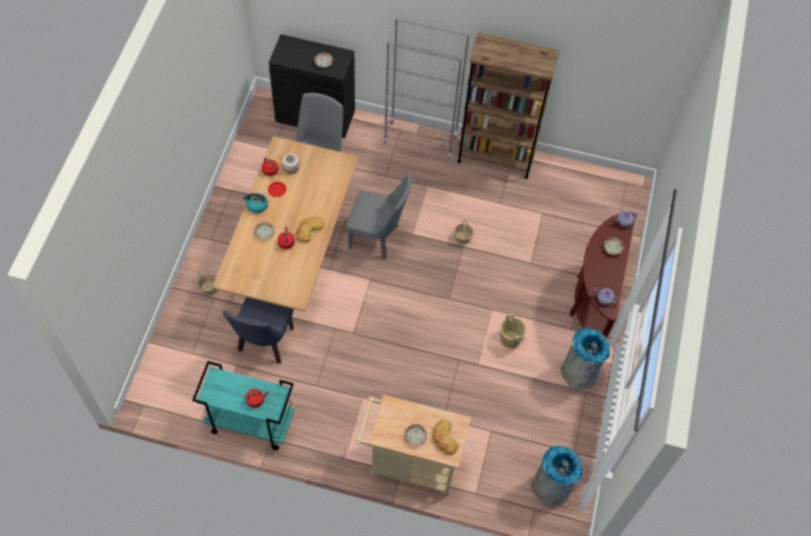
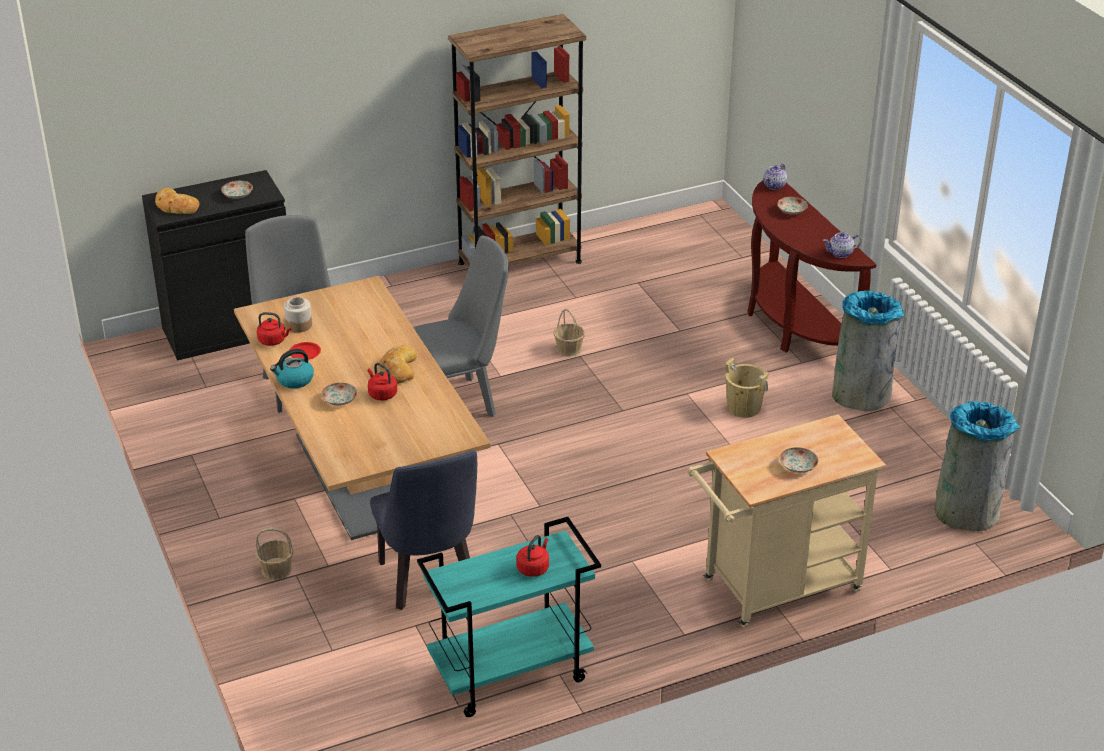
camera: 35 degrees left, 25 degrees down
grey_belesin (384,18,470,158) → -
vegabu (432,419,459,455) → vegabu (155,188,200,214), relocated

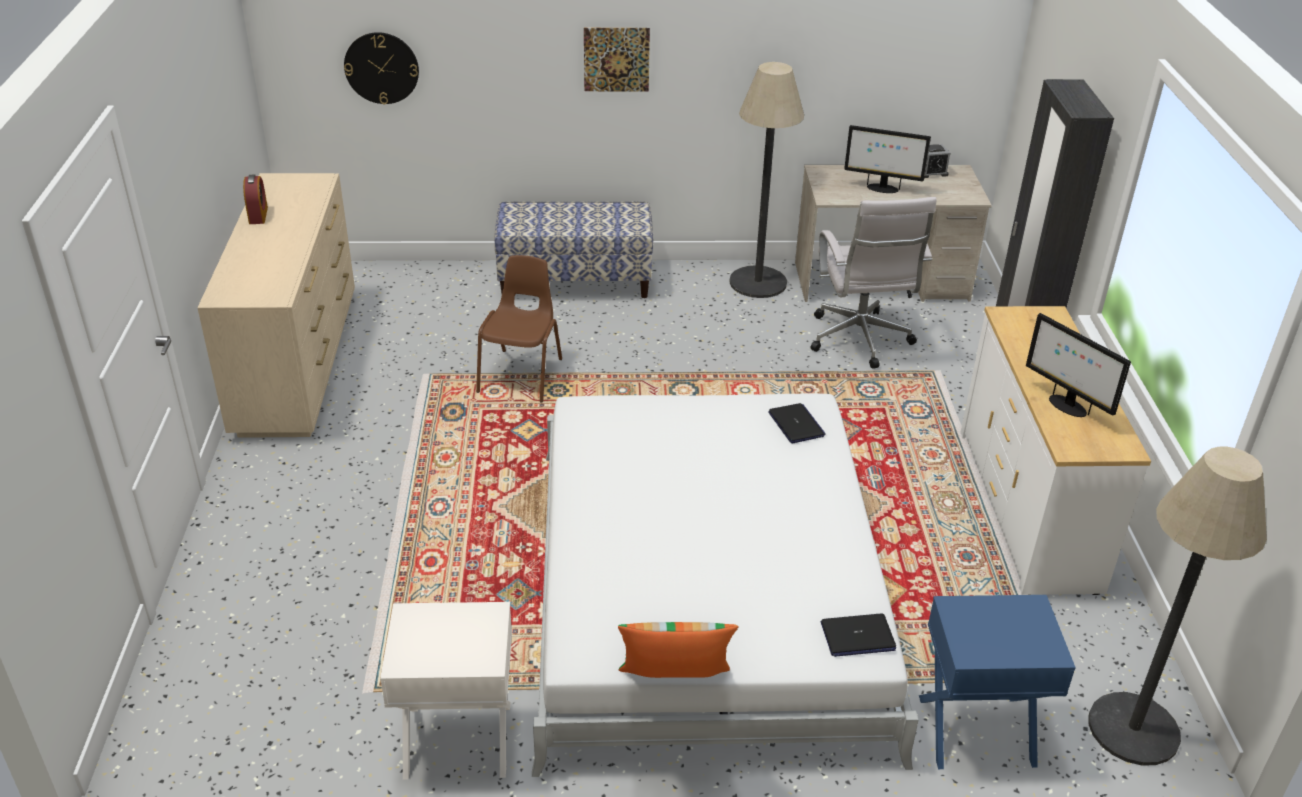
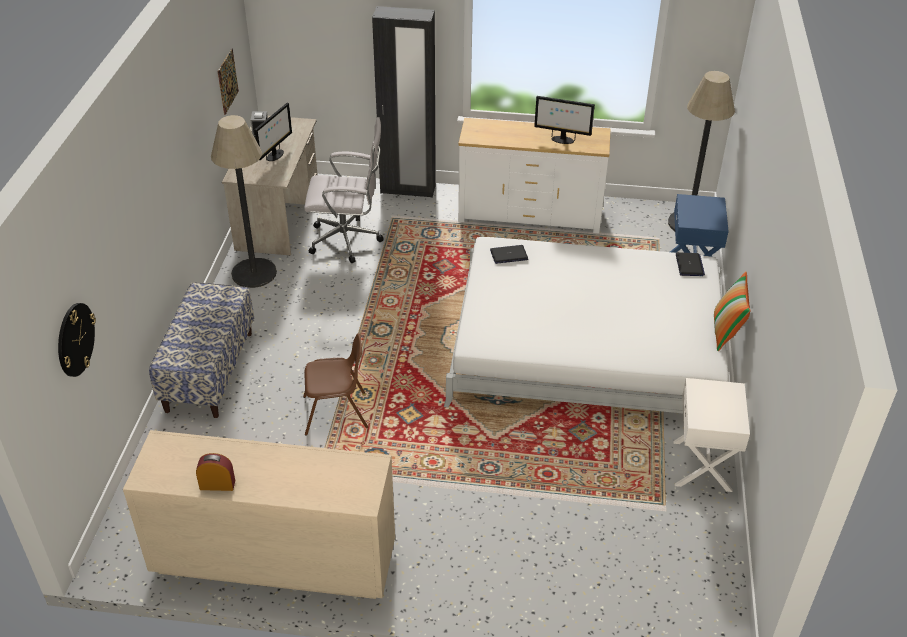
camera: 80 degrees left, 5 degrees up
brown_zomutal (476,255,562,403) → brown_zomutal (303,333,368,436), 150 degrees clockwise
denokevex (584,28,650,92) → denokevex (218,48,239,115), relocated
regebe (1026,313,1131,417) → regebe (534,96,595,144), 45 degrees clockwise

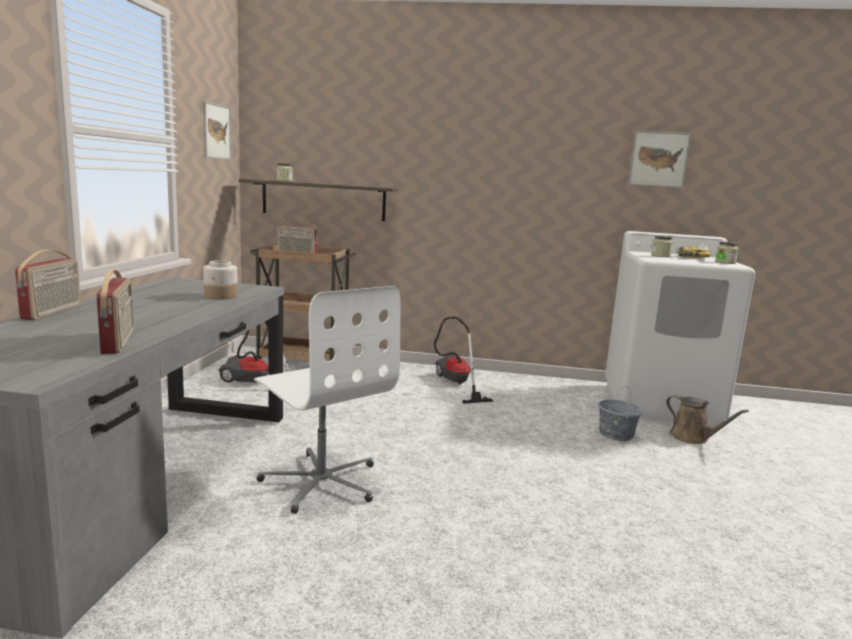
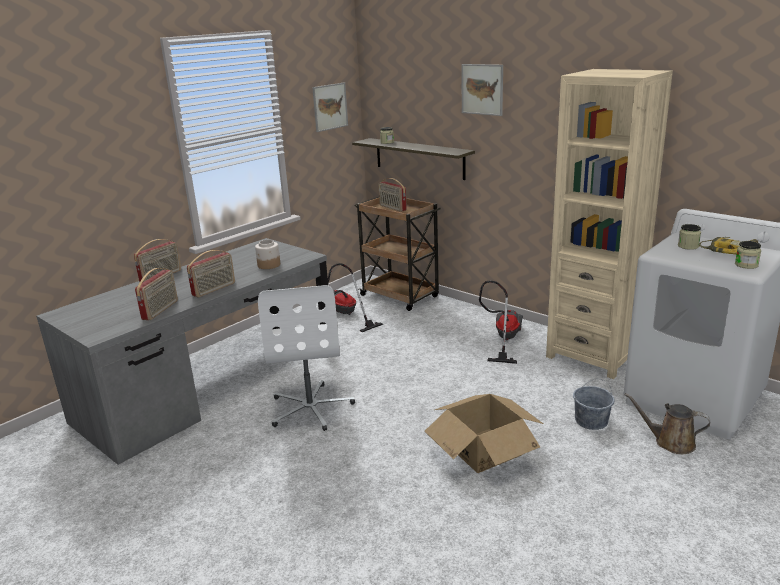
camera: 35 degrees right, 10 degrees up
denokevex (628,131,691,188) → denokevex (462,64,503,116), relocated
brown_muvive (666,395,749,444) → brown_muvive (625,393,710,454), 120 degrees clockwise
- → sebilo (187,250,235,297)
- → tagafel (425,394,543,473)
- → beige_belesin (546,69,673,379)

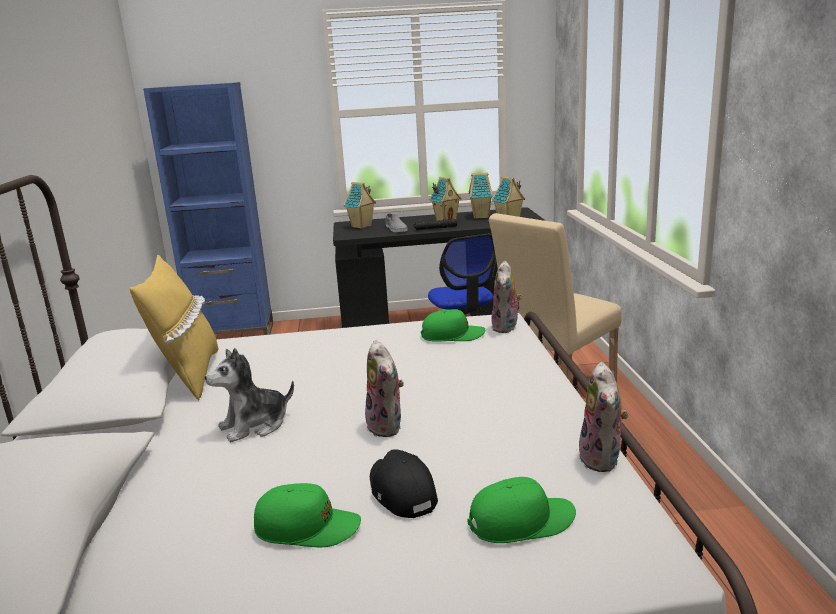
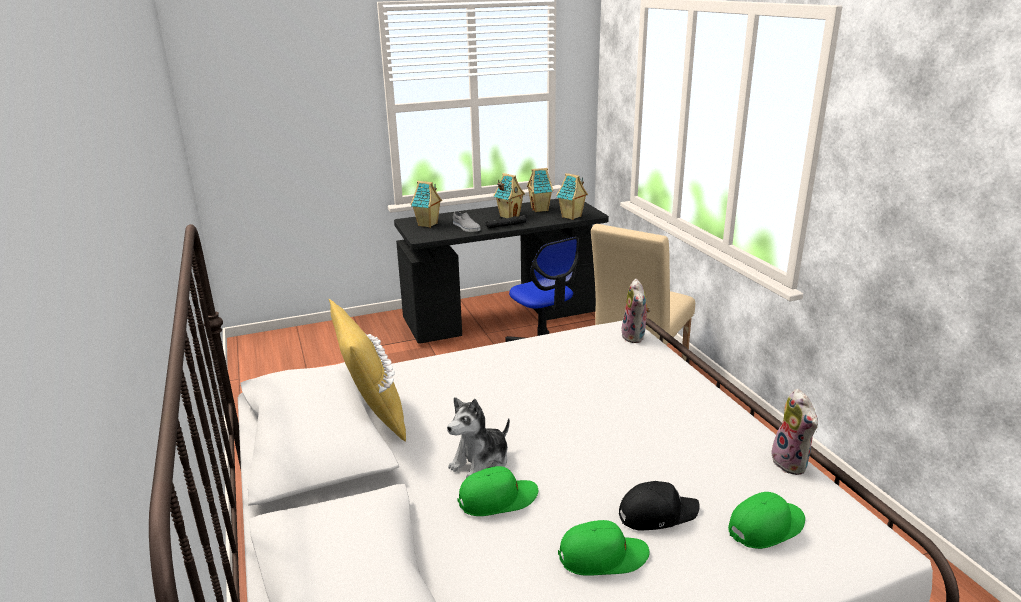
camera: 15 degrees left, 5 degrees up
blue_belesin (143,82,273,335) → -
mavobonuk (363,340,404,437) → -
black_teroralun (370,449,438,518) → black_teroralun (619,481,699,530), 120 degrees clockwise
green_teroralun (421,310,485,342) → green_teroralun (457,466,538,516), relocated

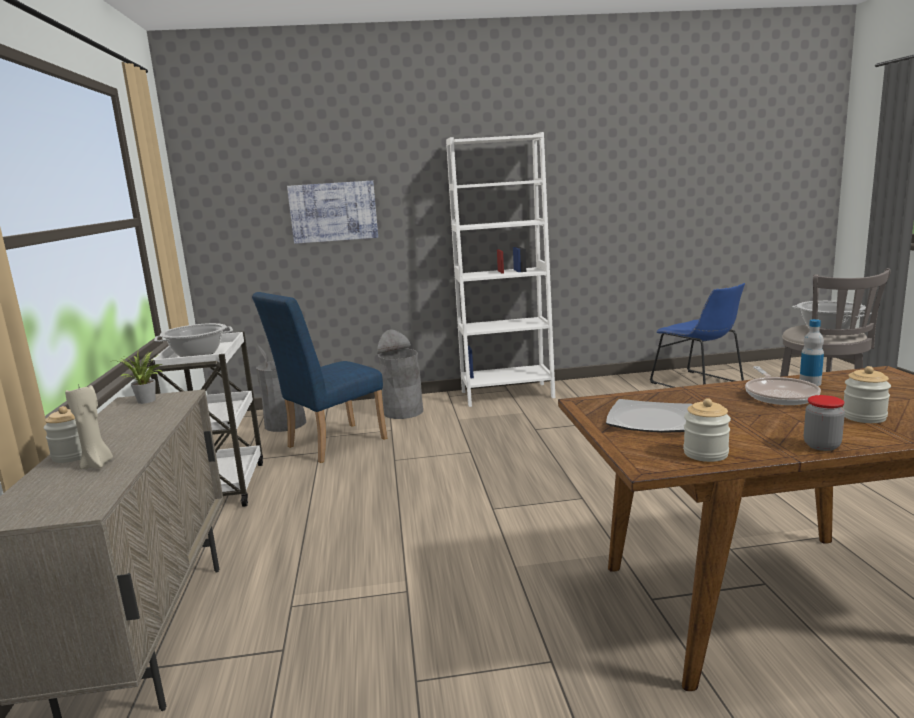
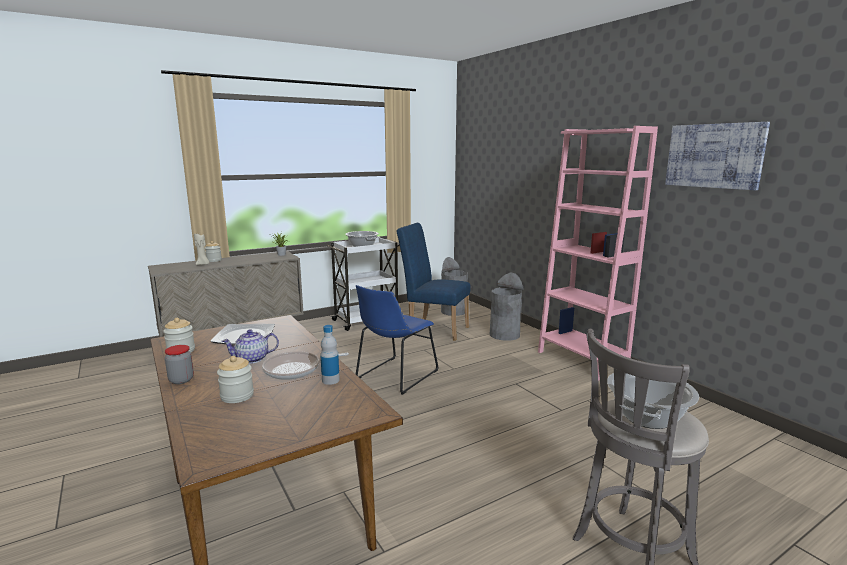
camera: 65 degrees right, 0 degrees up
denokevex (287,180,378,244) → denokevex (665,122,770,190), relocated
white_belesin (446,132,555,407) → pink_belesin (538,126,658,381)
blue_zomutal (650,283,745,388) → blue_zomutal (356,285,439,395), relocated
- → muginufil (222,329,279,364)

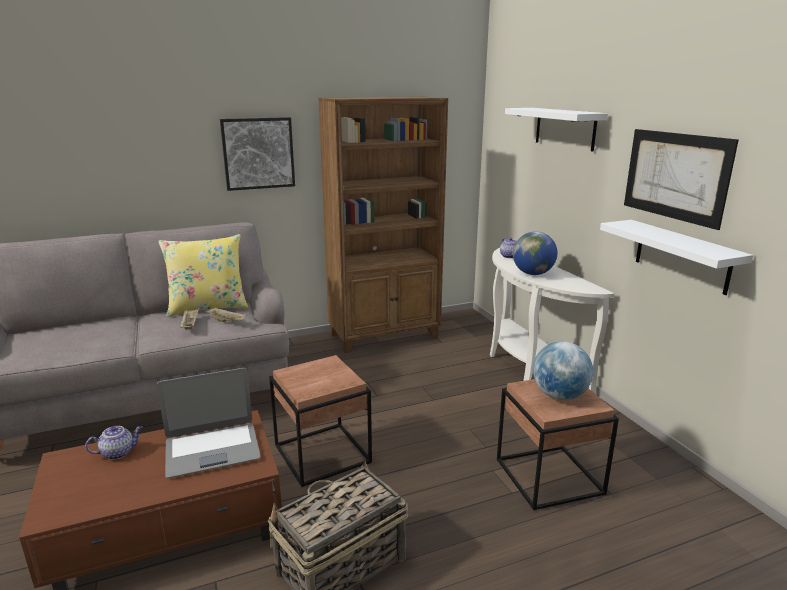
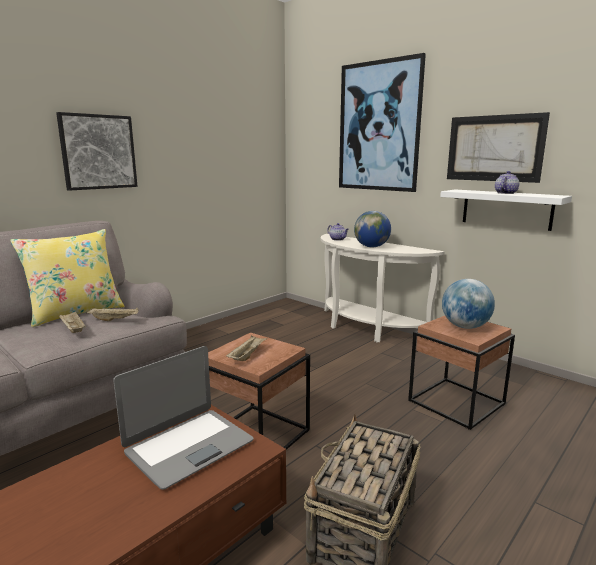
camera: 25 degrees left, 5 degrees down
muginufil (85,426,142,460) → muginufil (495,171,519,194), relocated
brown_belesin (318,96,448,353) → -
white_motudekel (505,108,608,152) → denokevex (339,53,426,192)
- → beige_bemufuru (226,335,267,361)

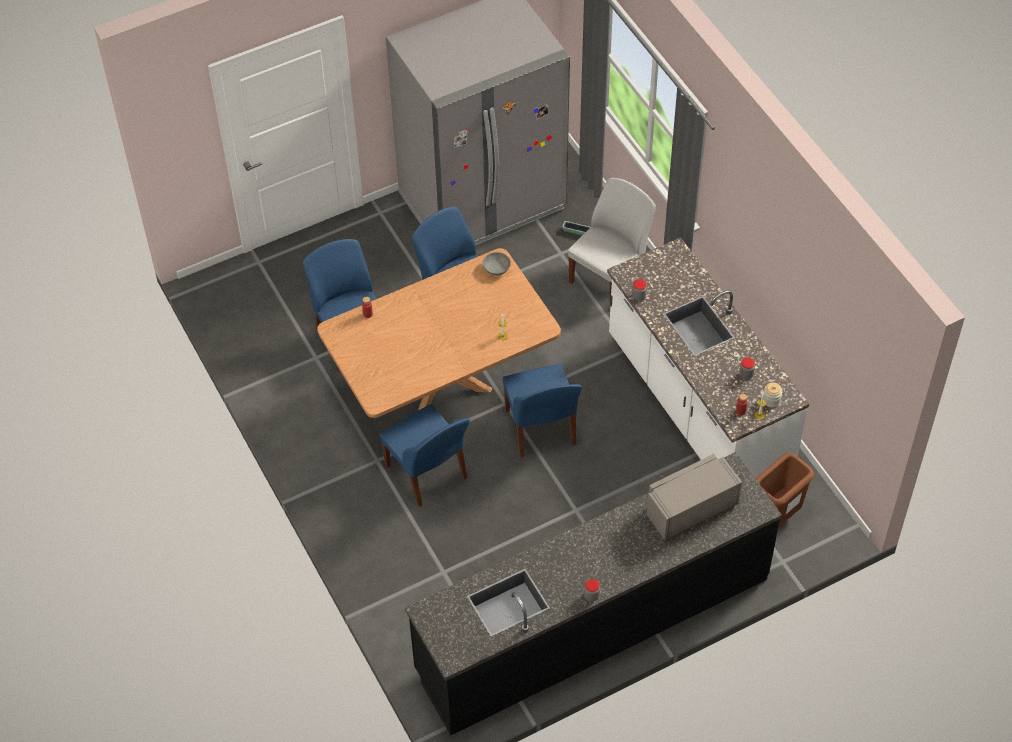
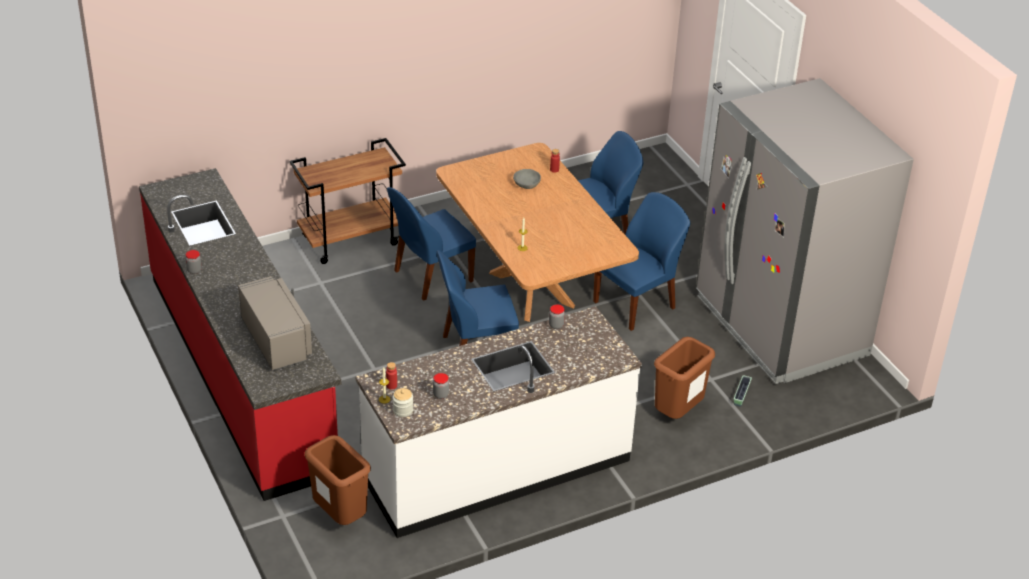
camera: 90 degrees right, 15 degrees down
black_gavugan (405,452,782,736) → red_gavugan (139,168,341,501)
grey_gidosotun (483,252,511,275) → grey_gidosotun (513,169,541,189), relocated
white_zomutal (568,178,656,301) → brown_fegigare (654,337,715,419)
- → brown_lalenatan (290,138,406,264)

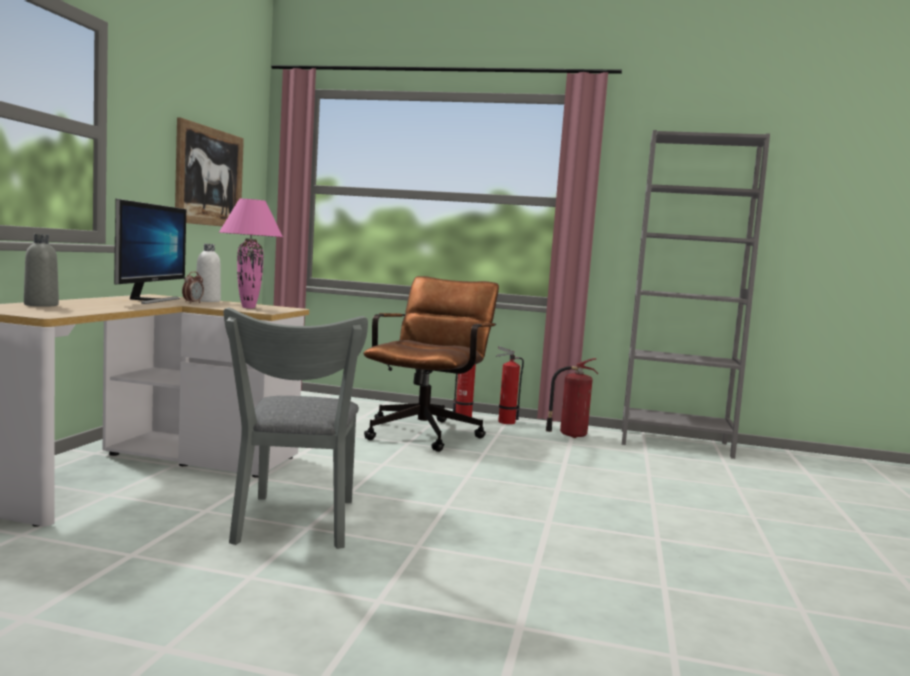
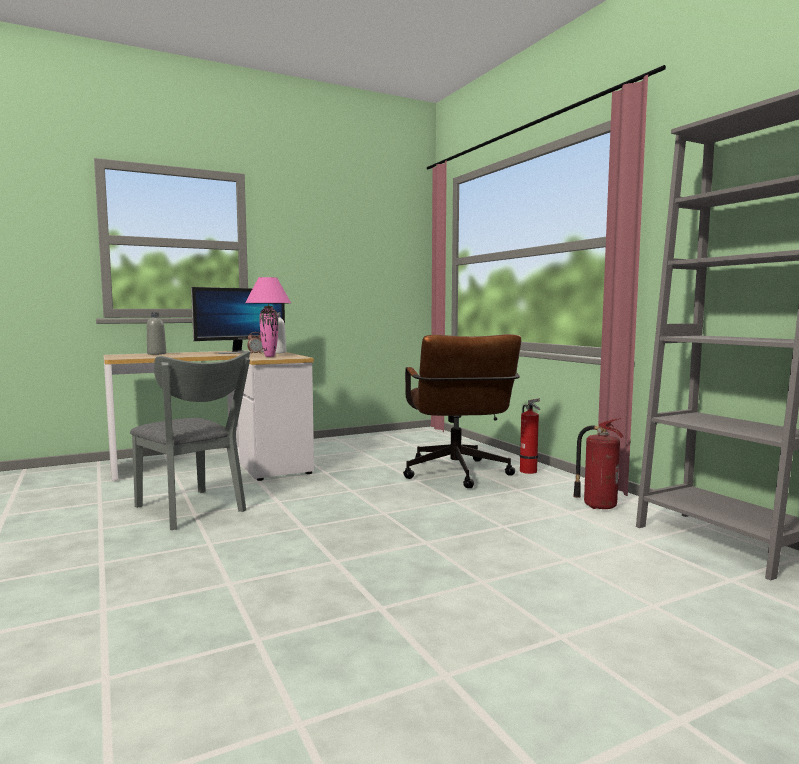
camera: 50 degrees right, 0 degrees up
denokevex (175,117,244,226) → -
grey_zomutal (224,308,368,549) → grey_zomutal (130,351,250,530), 90 degrees counterclockwise
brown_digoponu (363,276,499,452) → brown_digoponu (403,334,521,488), 105 degrees clockwise
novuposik (495,346,524,424) → -

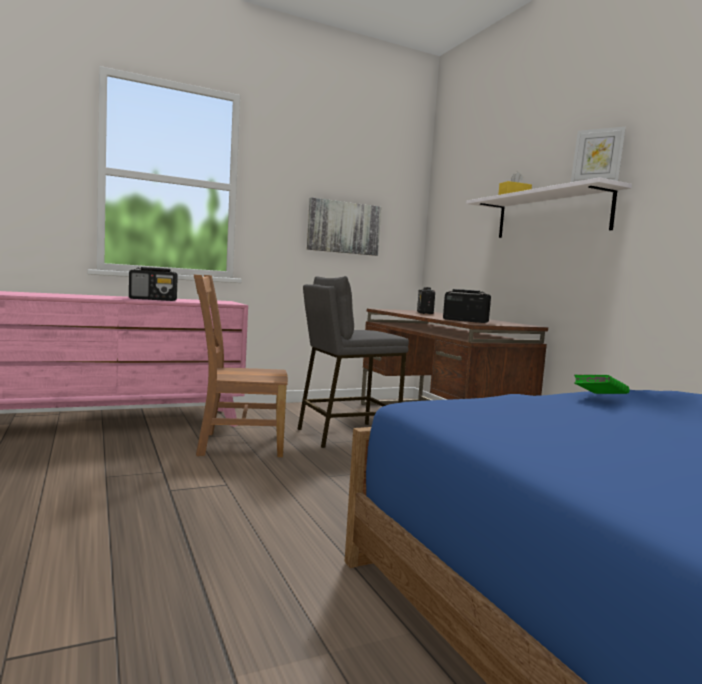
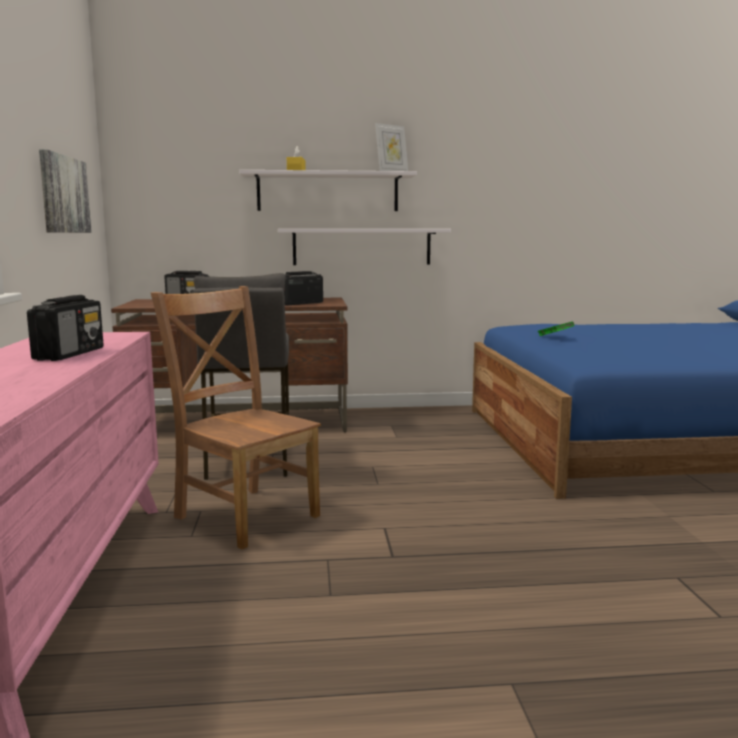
camera: 70 degrees left, 5 degrees up
brown_zomutal (194,275,288,457) → brown_zomutal (151,286,321,549), 120 degrees clockwise
- → white_motudekel (278,229,451,265)

